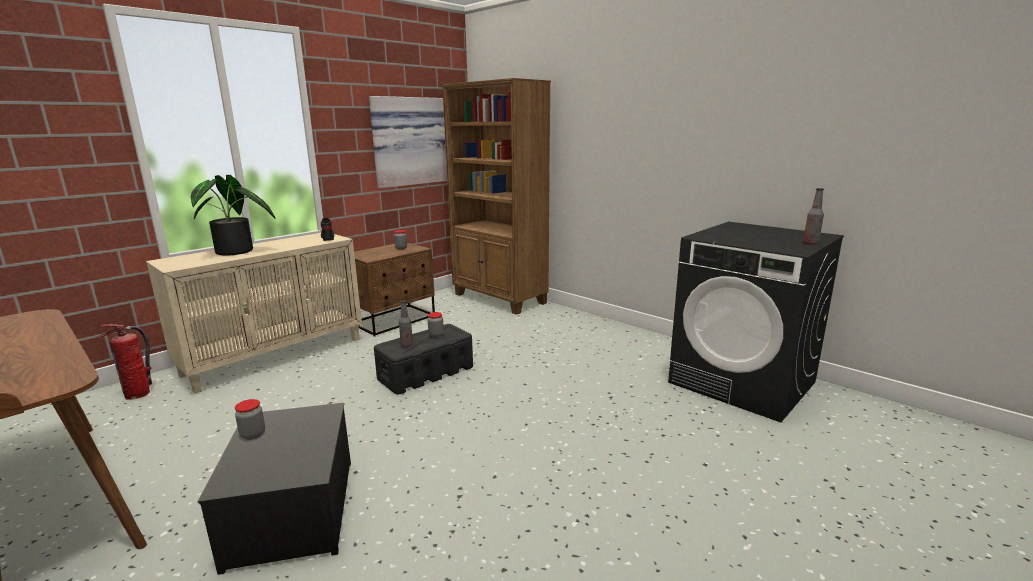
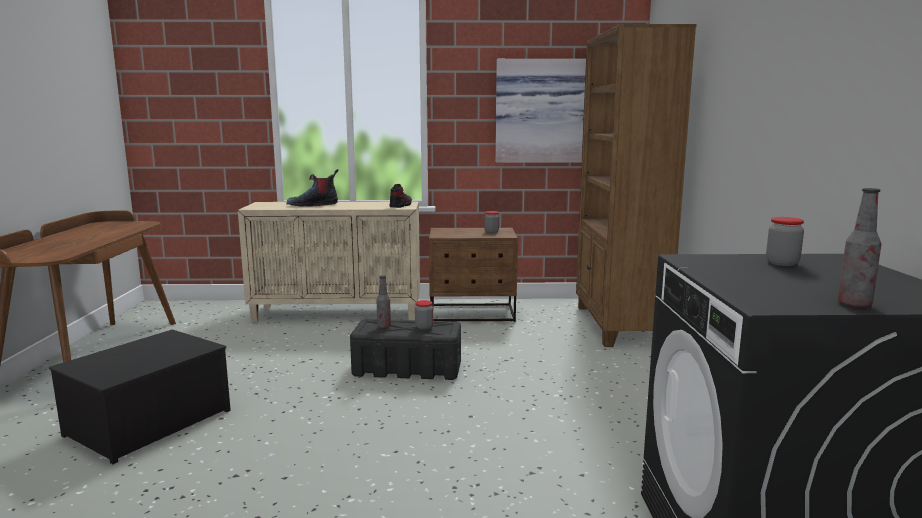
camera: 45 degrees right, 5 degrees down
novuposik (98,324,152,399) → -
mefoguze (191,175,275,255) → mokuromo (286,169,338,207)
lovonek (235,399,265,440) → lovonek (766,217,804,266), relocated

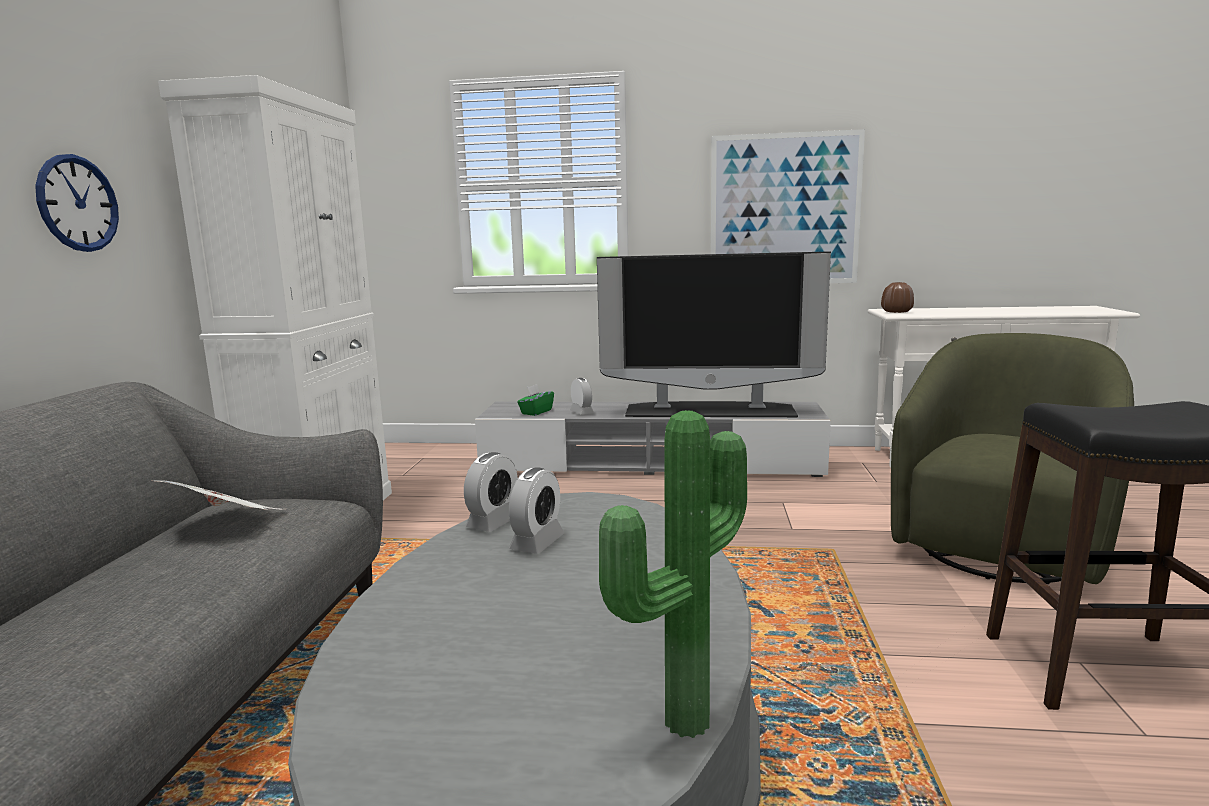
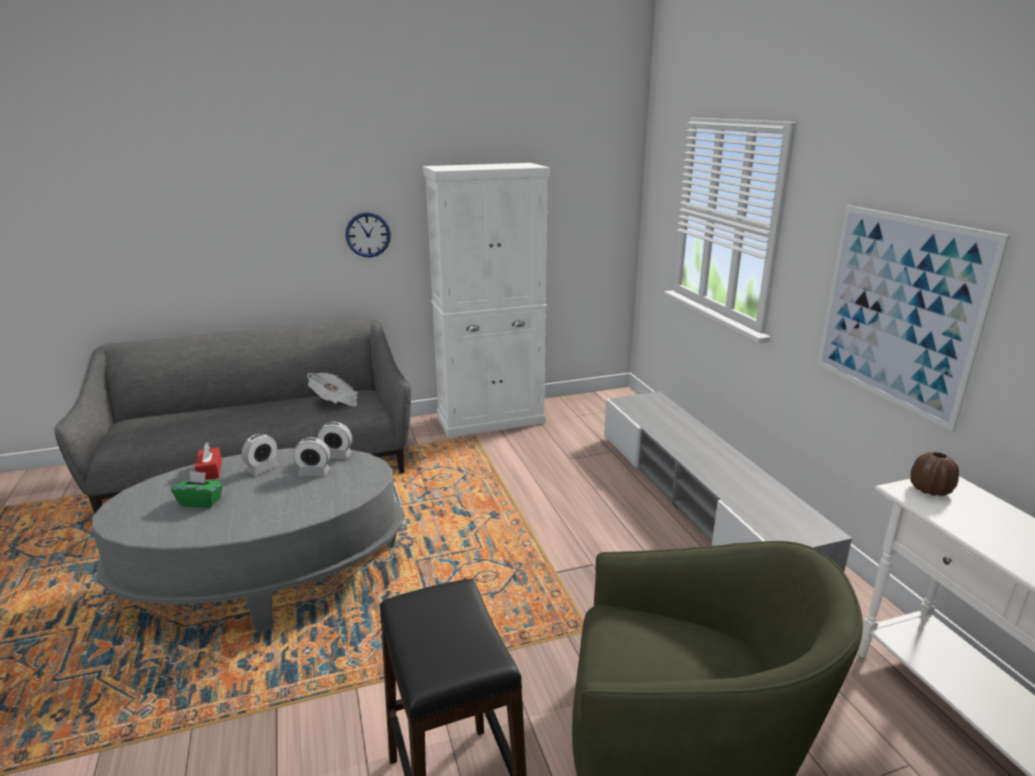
camera: 65 degrees right, 10 degrees up
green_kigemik (517,384,554,416) → green_kigemik (171,471,223,508), relocated
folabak (570,378,594,415) → folabak (241,434,278,476), relocated
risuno (597,251,831,417) → -
mefoguze (599,410,747,738) → -
- → red_kigemik (195,443,222,480)

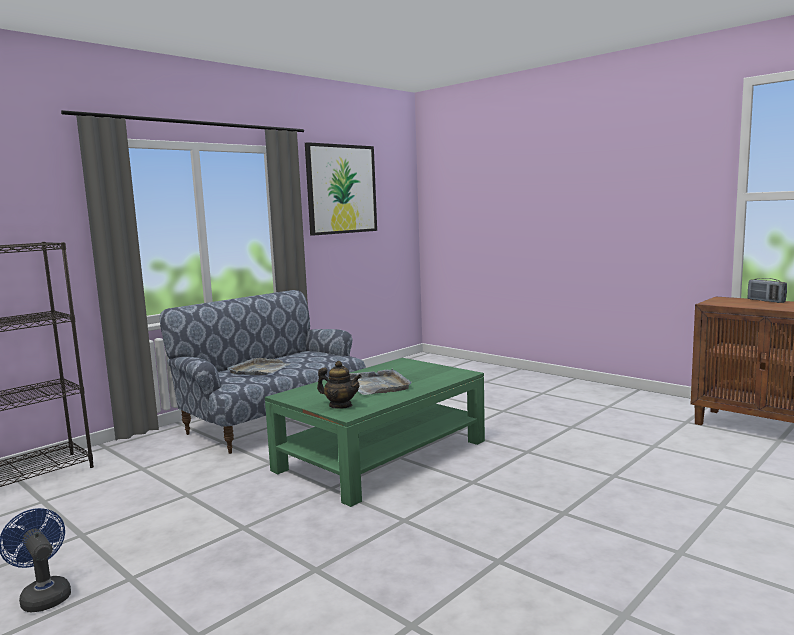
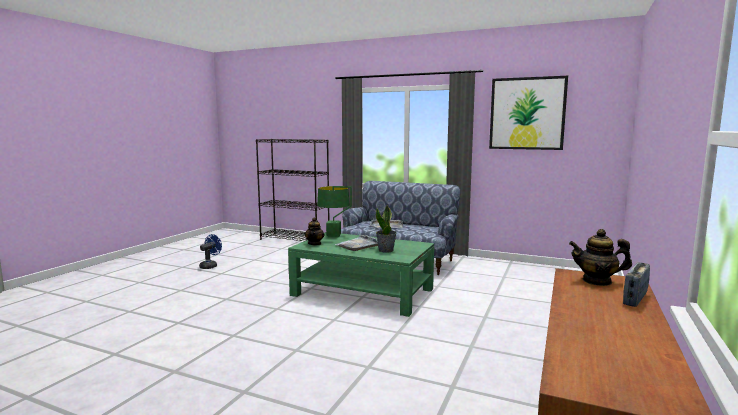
camera: 70 degrees right, 0 degrees up
- → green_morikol (317,186,352,238)
- → mefoguze (376,205,397,253)
- → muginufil (569,229,632,286)

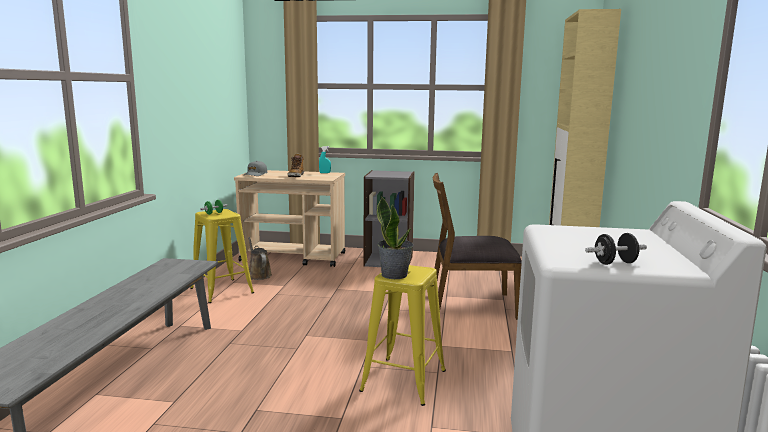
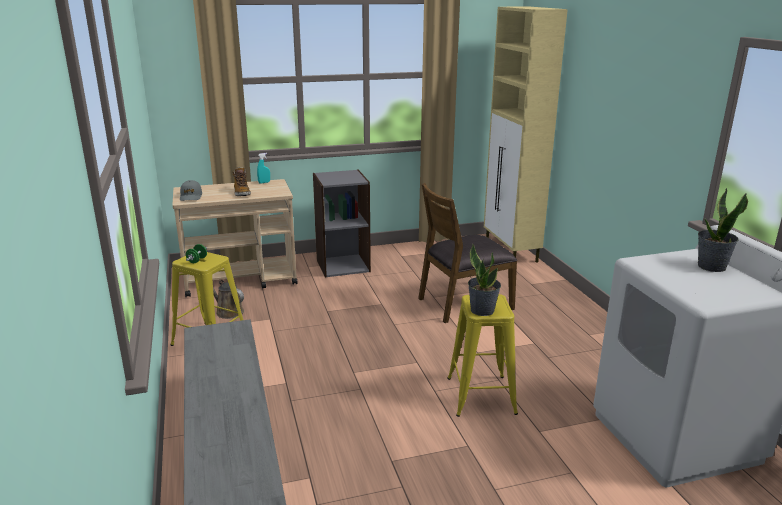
camera: 25 degrees left, 10 degrees up
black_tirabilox (585,233,647,265) → -
- → mefoguze (698,188,748,272)

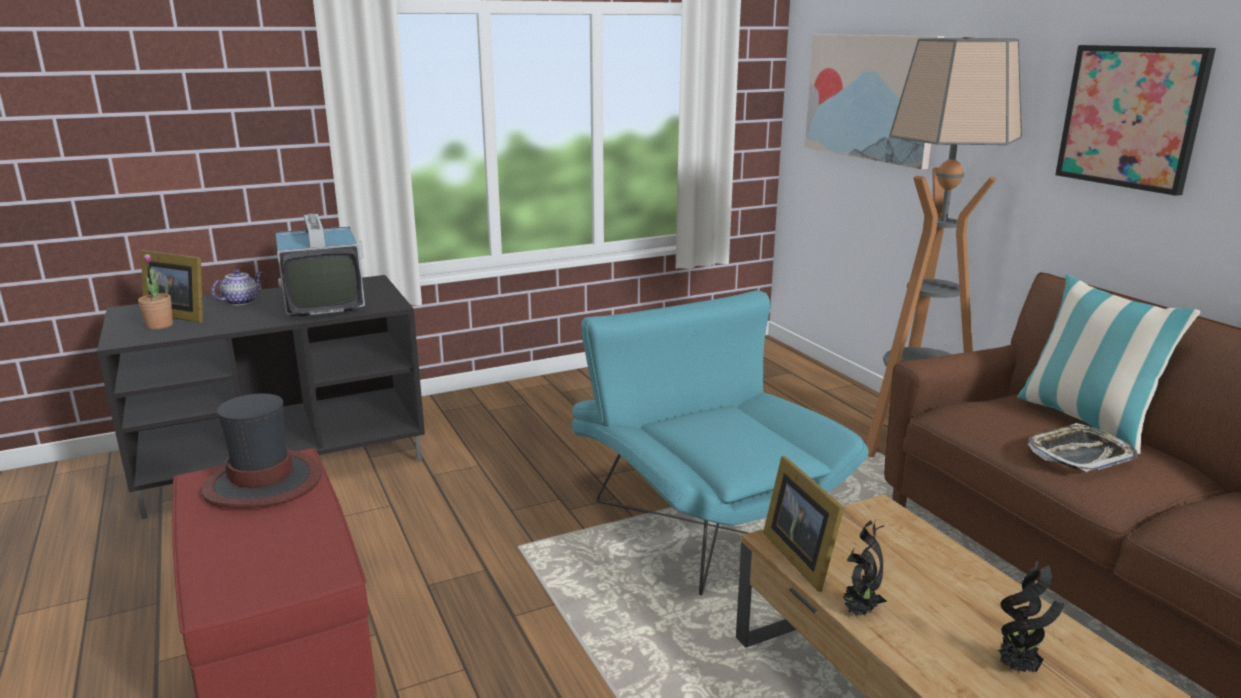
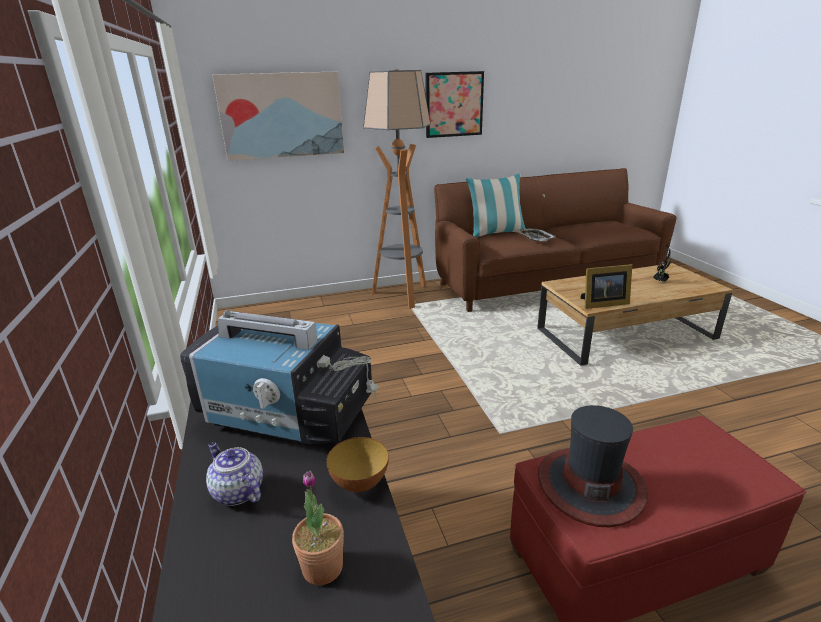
camera: 80 degrees left, 5 degrees up
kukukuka (141,250,203,323) → -
risuno (275,213,365,317) → risuno (180,310,379,445), 150 degrees counterclockwise
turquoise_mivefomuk (572,290,869,595) → -
mefoguze (842,520,887,616) → -
- → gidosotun (326,437,389,492)

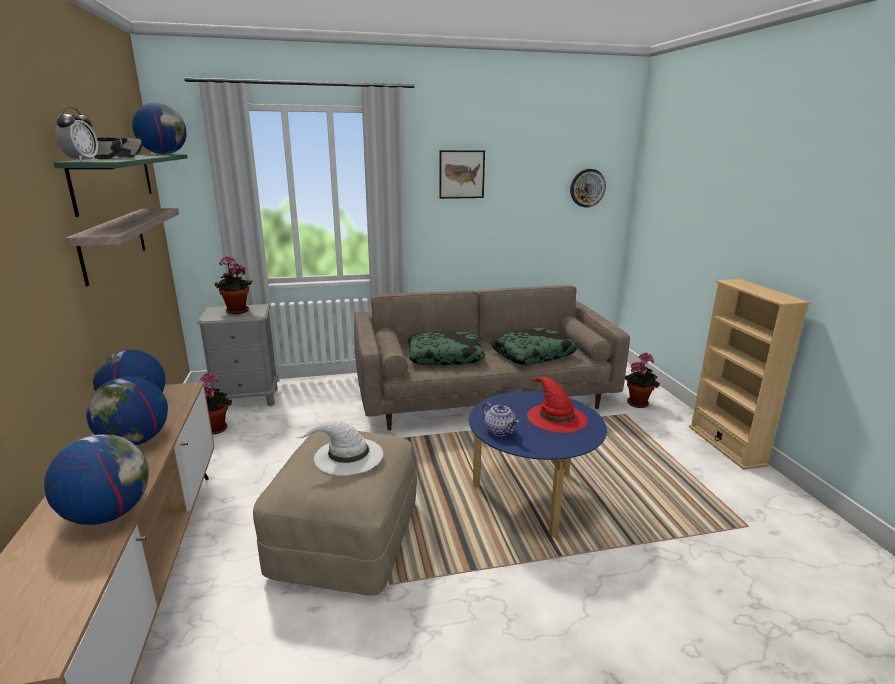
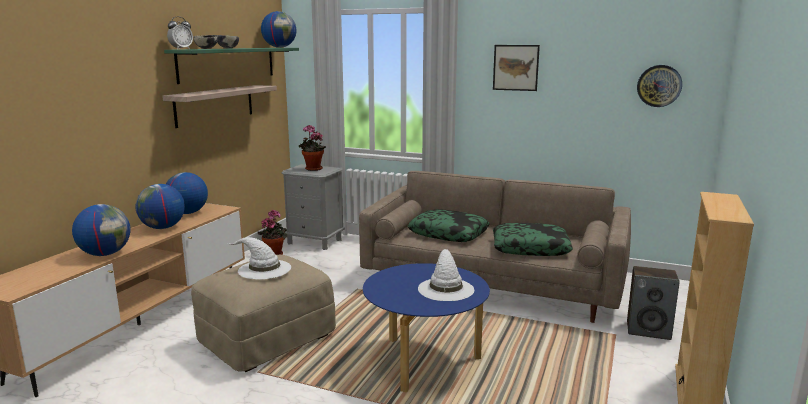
camera: 35 degrees right, 5 degrees down
muginufil (483,402,519,437) → -
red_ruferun (527,377,588,433) → white_ruferun (418,249,474,301)
mefoguze (625,353,660,408) → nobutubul (627,266,680,340)

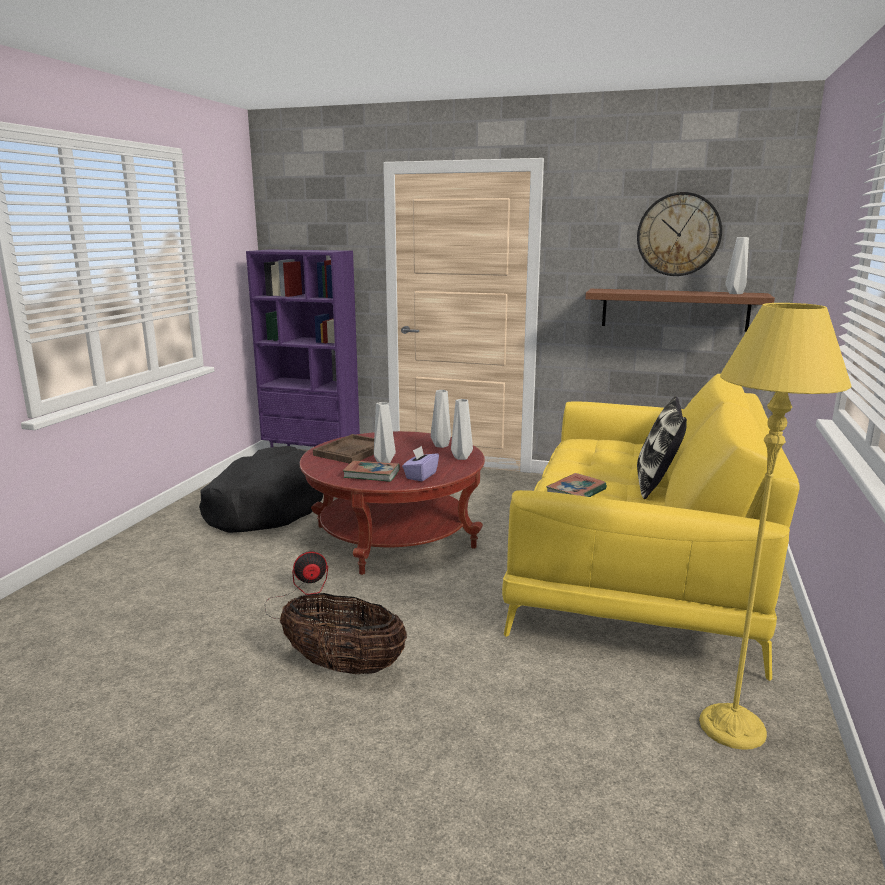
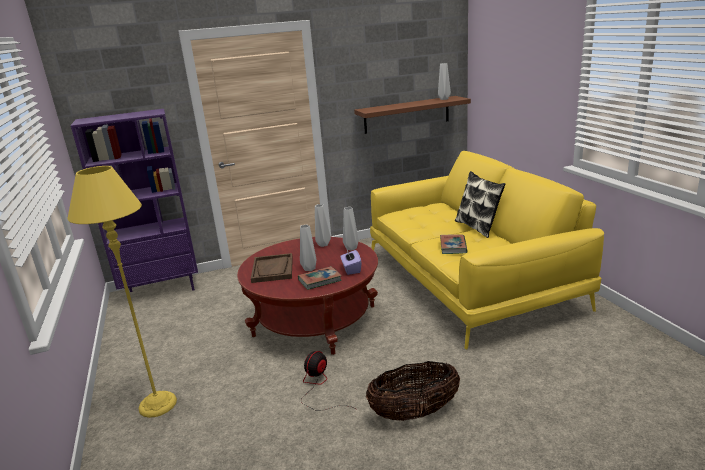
camera: 35 degrees left, 5 degrees up
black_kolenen (199,446,323,533) → -
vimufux (637,192,722,276) → -
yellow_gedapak (699,303,851,750) → yellow_gedapak (67,166,177,418), relocated

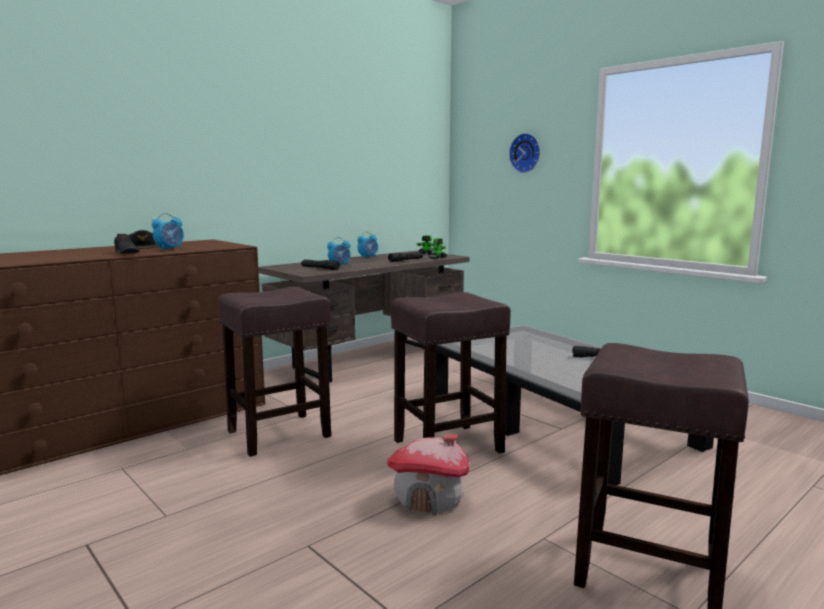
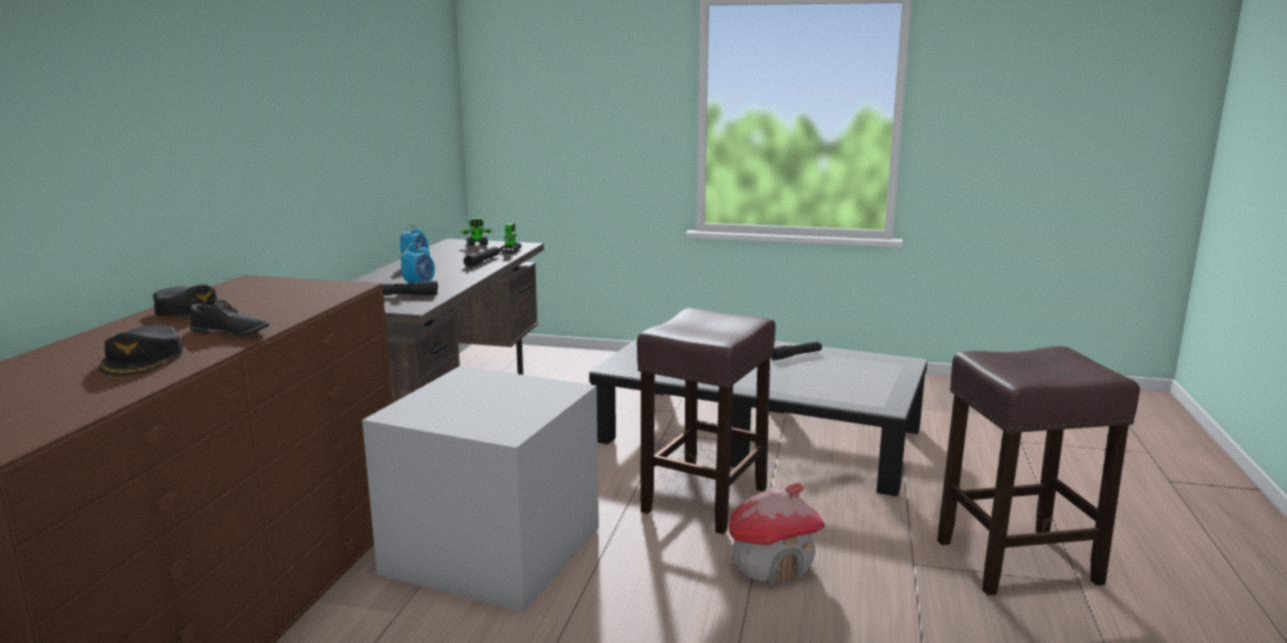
camera: 35 degrees left, 5 degrees up
folabak (152,213,184,251) → -
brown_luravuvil (218,287,331,457) → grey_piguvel (362,366,599,612)
vimufux (509,133,540,173) → -
- → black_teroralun (99,325,183,376)

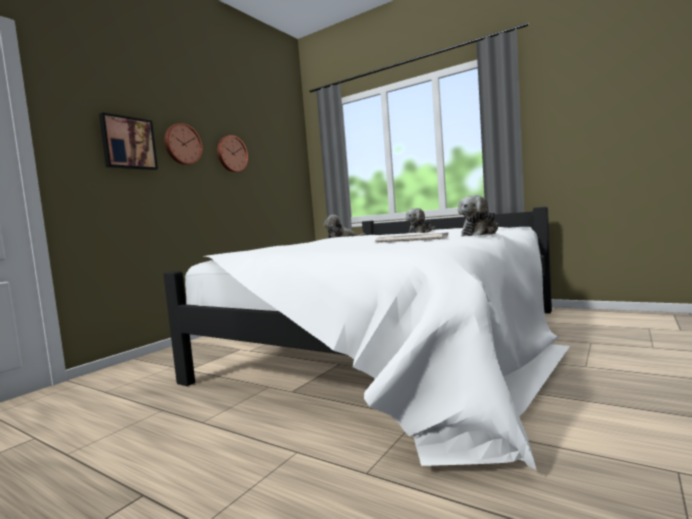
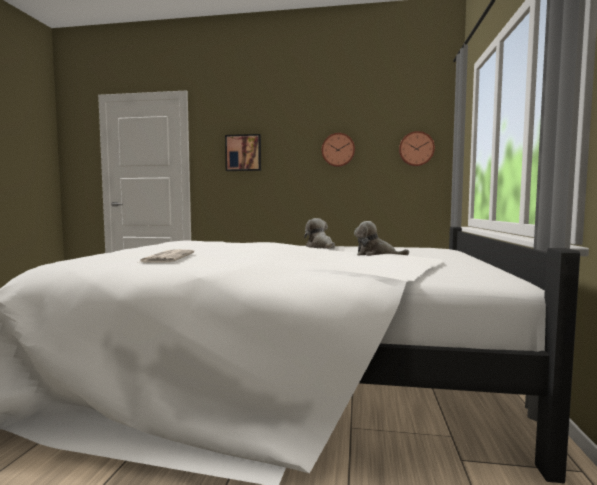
camera: 65 degrees right, 0 degrees up
vimufux (164,123,202,165) → vimufux (399,131,435,166), relocated
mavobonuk (458,195,498,236) → -

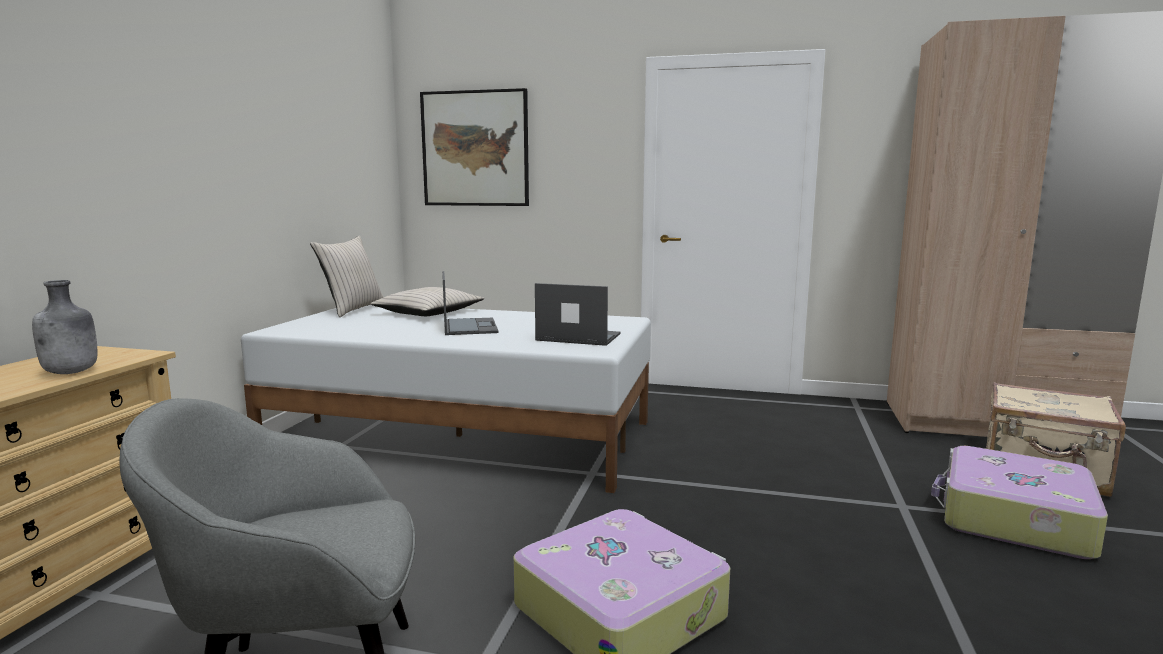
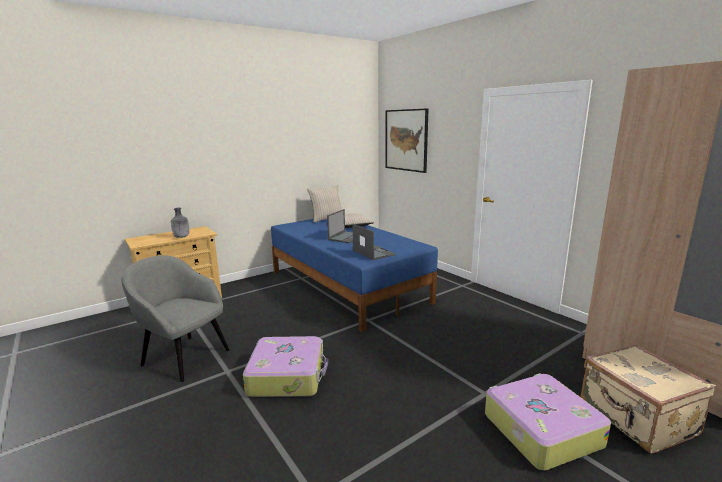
camera: 40 degrees right, 5 degrees up
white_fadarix (241,305,651,493) → blue_fadarix (271,219,438,332)

